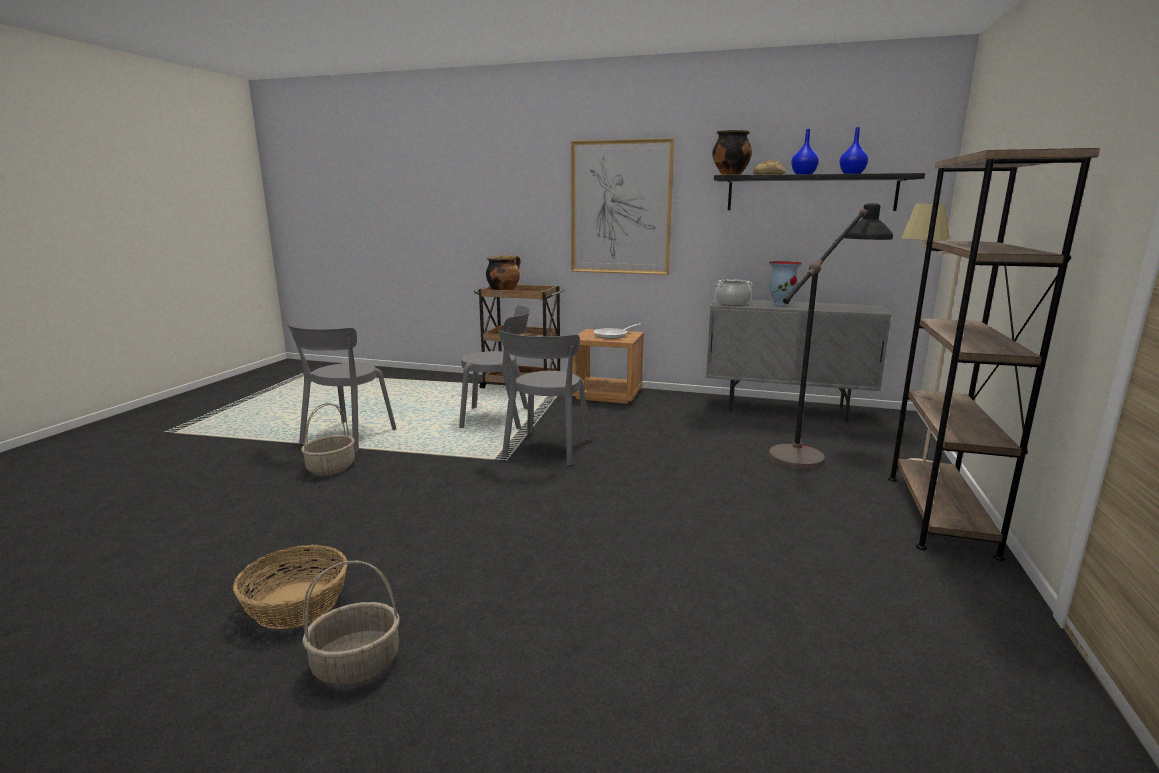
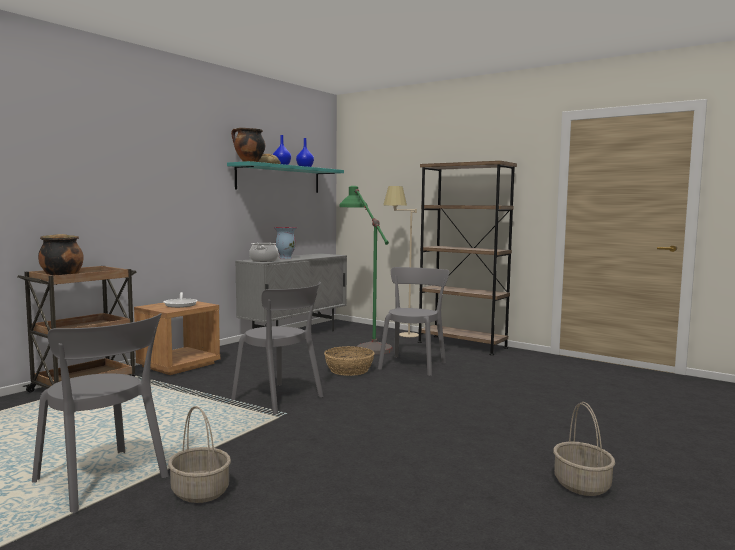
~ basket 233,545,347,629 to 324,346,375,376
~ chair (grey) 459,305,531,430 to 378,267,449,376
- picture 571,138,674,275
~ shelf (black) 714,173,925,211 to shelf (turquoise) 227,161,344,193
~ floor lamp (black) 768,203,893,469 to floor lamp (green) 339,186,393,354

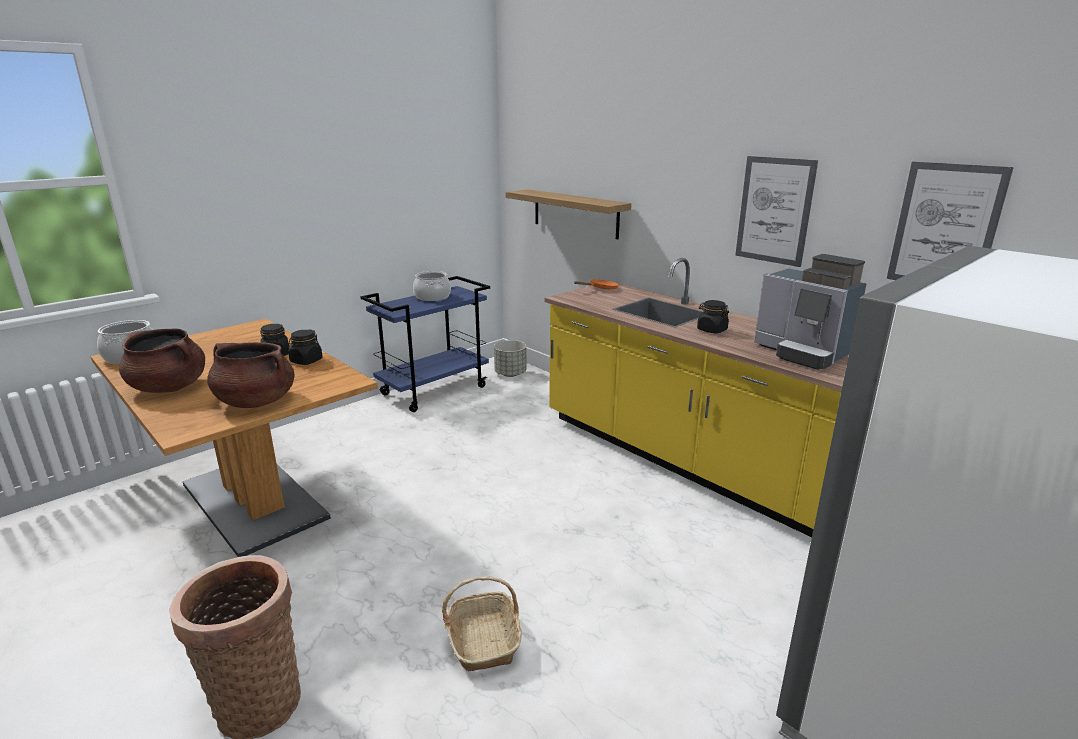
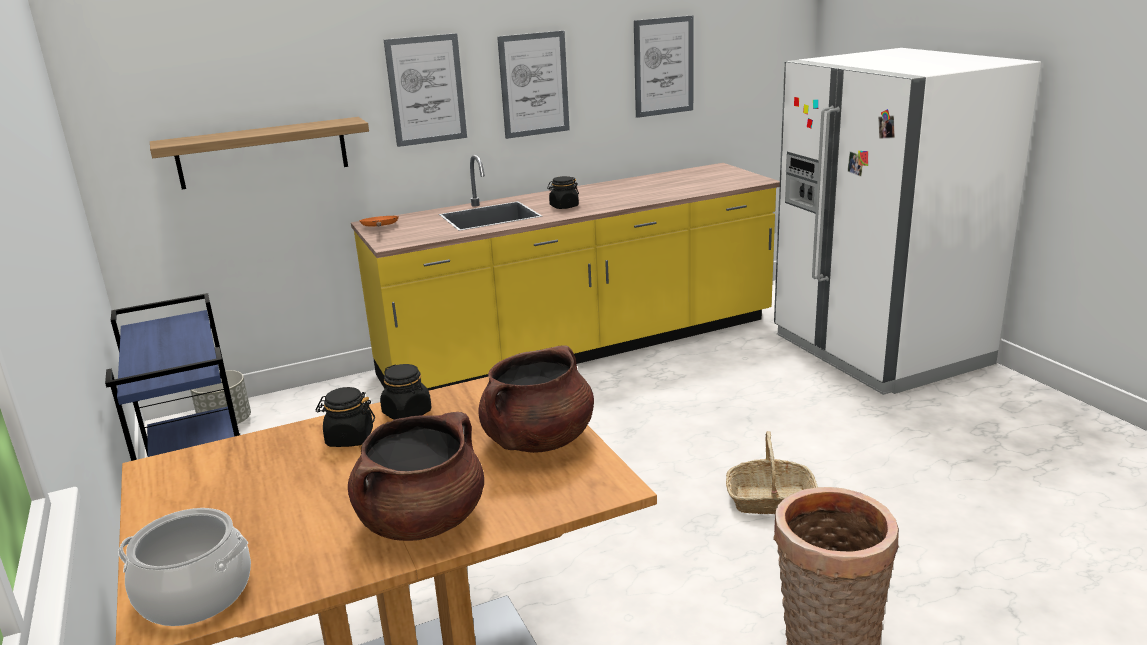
- cooking pot 413,271,451,301
- coffee machine 754,254,867,370
+ picture 384,33,467,147

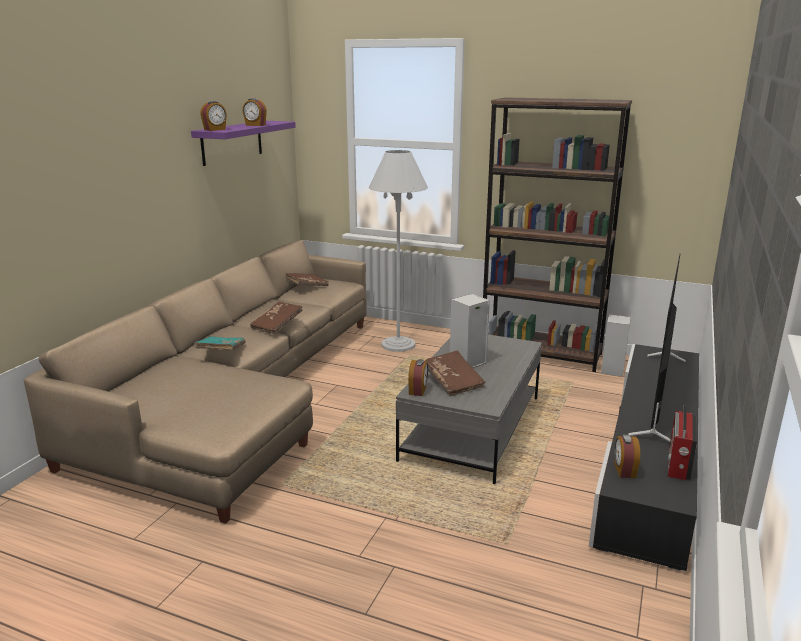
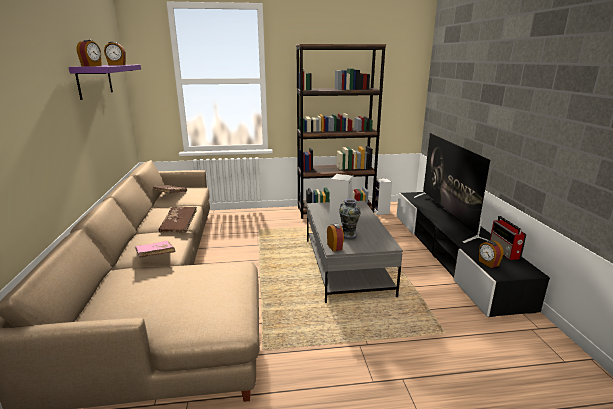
~ book (turquoise) 194,336,246,351 to book (pink) 135,241,175,258
- floor lamp (white) 369,150,428,352
~ book (brown) 425,351,486,396 to vase 339,199,361,239

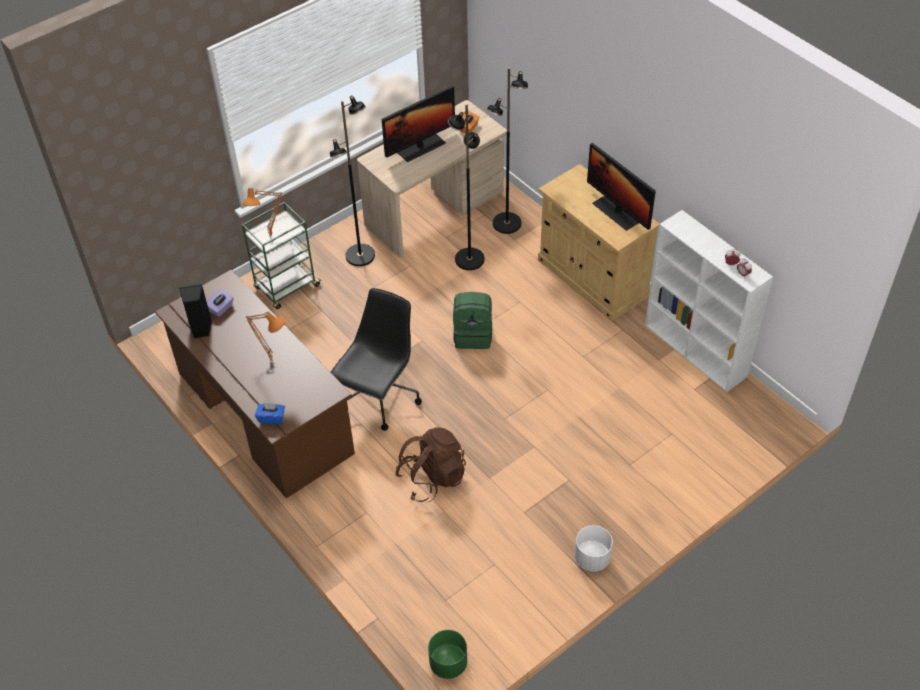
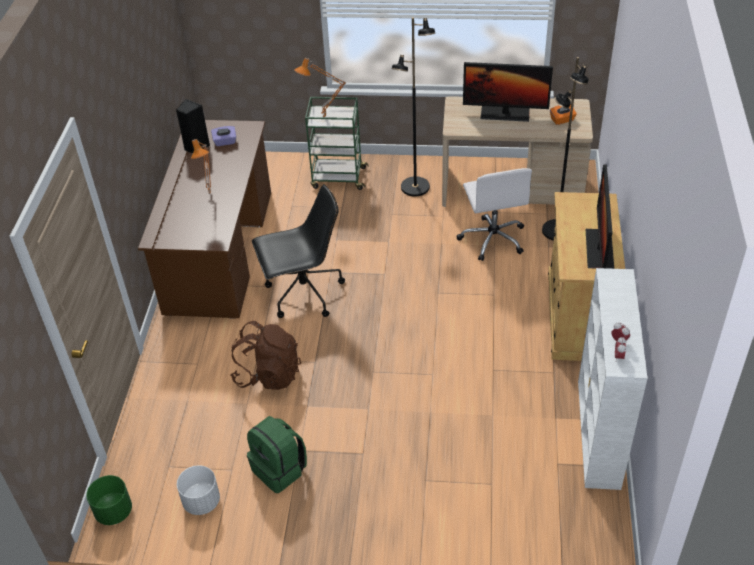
- tissue box (blue) 255,402,285,424
~ floor lamp (black) 448,104,485,270 to office chair (white) 456,168,532,261
~ backpack (green) 453,292,492,349 to 247,416,307,493
~ planter (white) 575,525,613,571 to 177,465,220,515

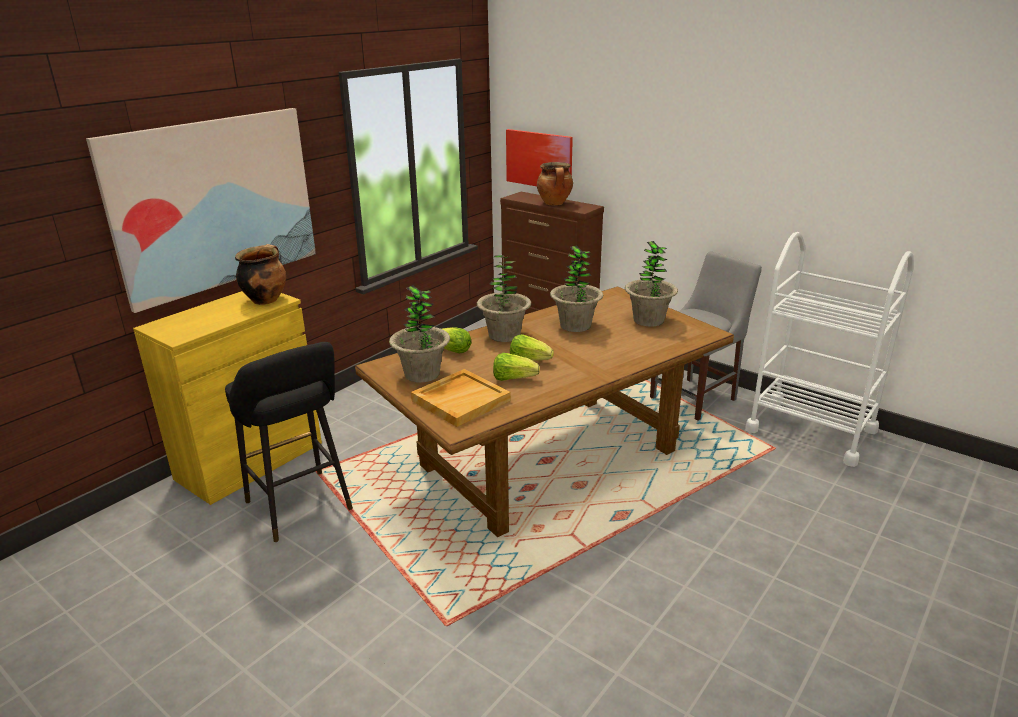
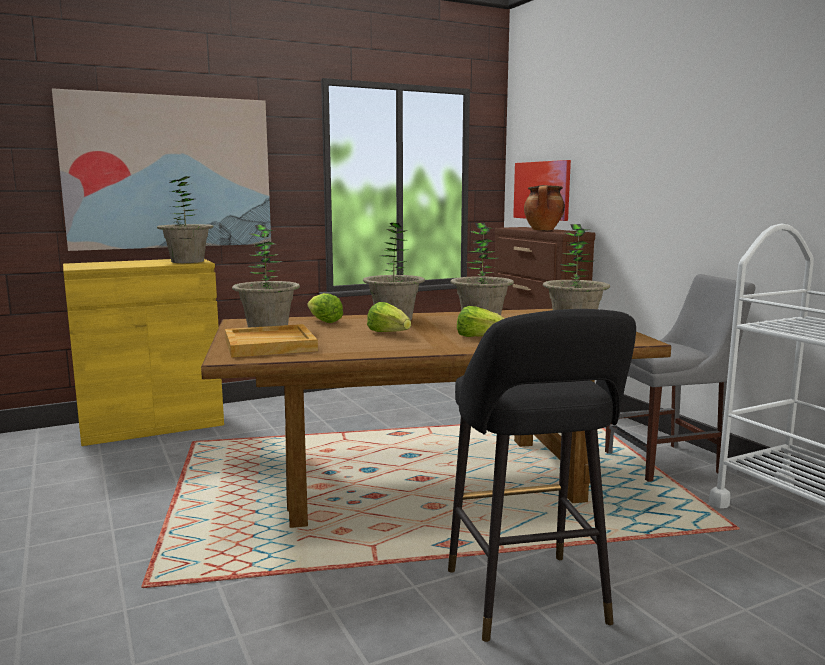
~ stool (black) 225,342,353,542 to 448,309,636,642
~ cooking pot 235,244,286,305 to potted plant 157,176,213,263
~ lettuce 493,353,540,381 to 457,306,505,337

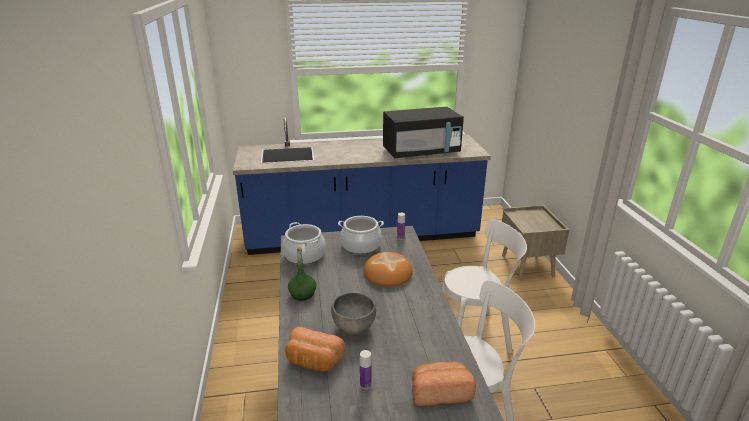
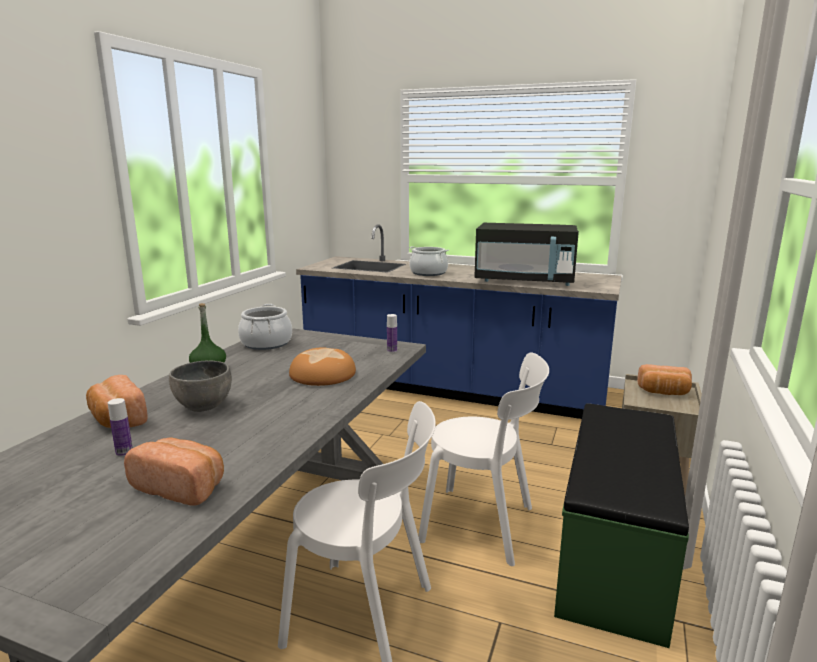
~ cooking pot 338,216,384,254 to 409,246,449,276
+ bench (green) 554,403,689,648
+ bread 637,364,692,395

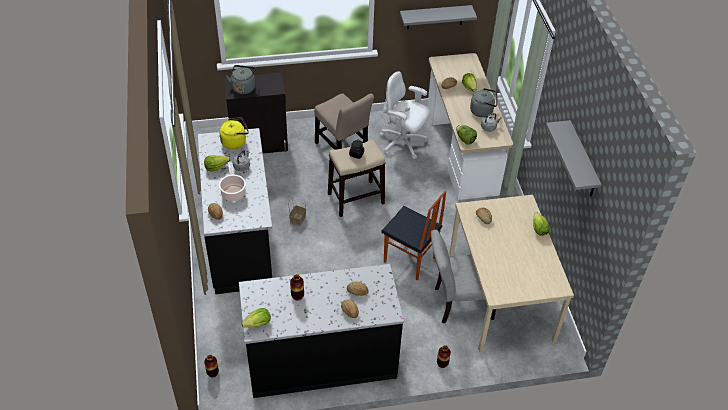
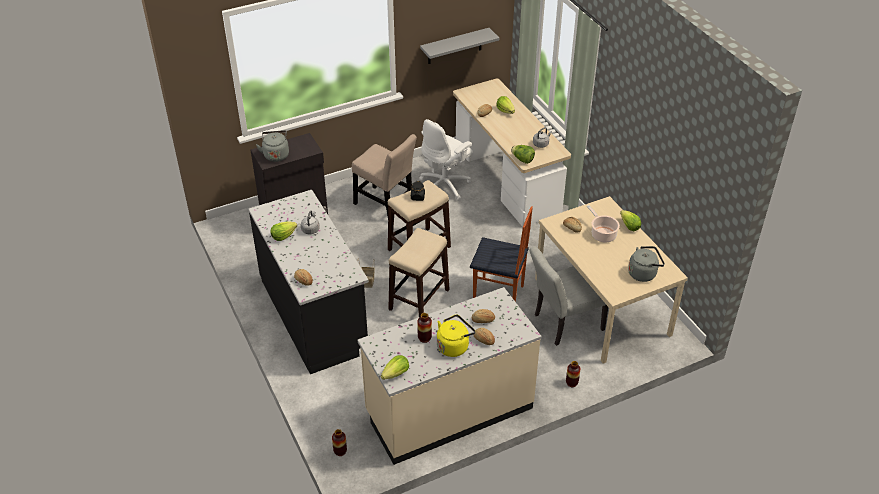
~ kettle (yellow) 219,117,249,149 to 437,314,475,357
~ cooking pot 219,162,246,201 to 587,205,620,243
~ counter (black) 239,264,404,398 to counter (beige) 358,287,542,465
~ office chair (white) 380,72,431,159 = 419,119,473,201 60 degrees counterclockwise
~ kettle (grey) 470,88,497,117 to 628,246,665,282
- shelf (grey) 546,120,602,196
+ stool 388,228,450,317

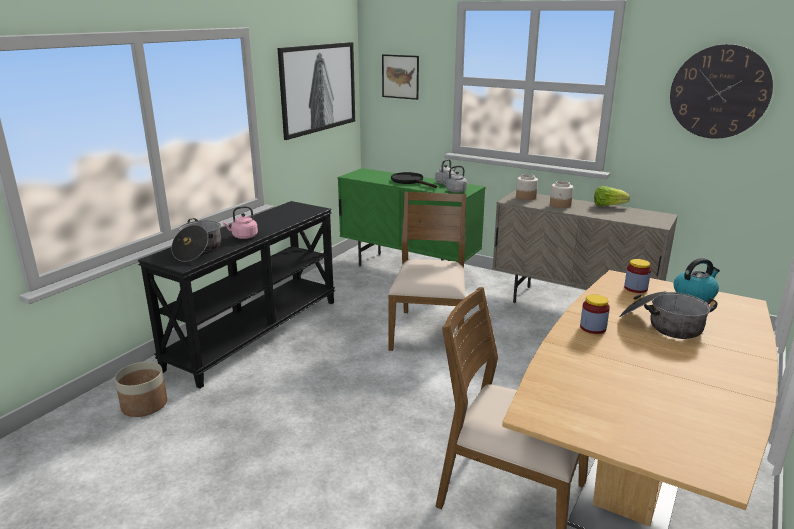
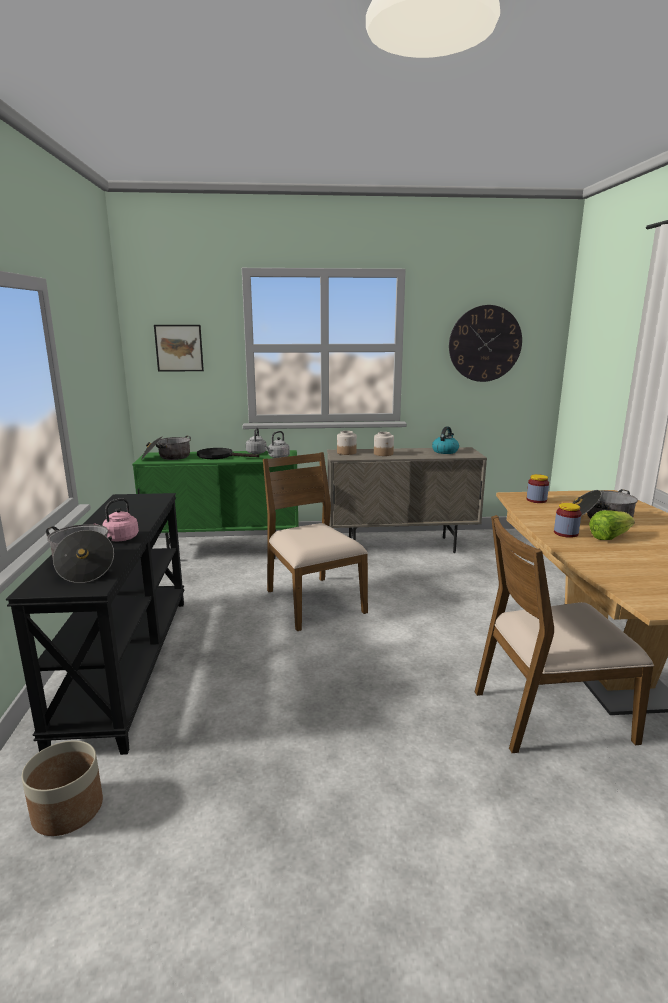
- picture 277,42,355,140
~ lettuce 594,186,630,206 to 589,510,635,540
~ kettle 674,258,720,301 to 432,426,459,454
+ cooking pot 141,436,191,460

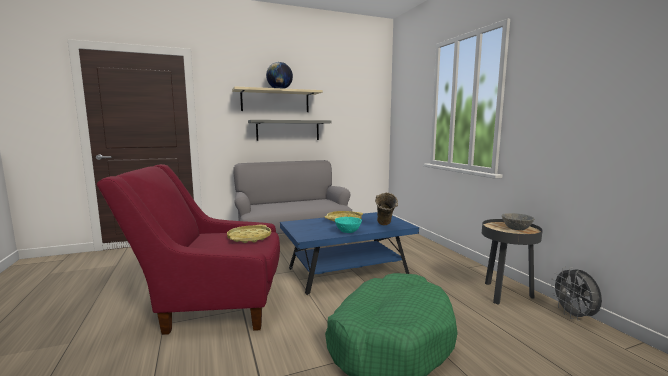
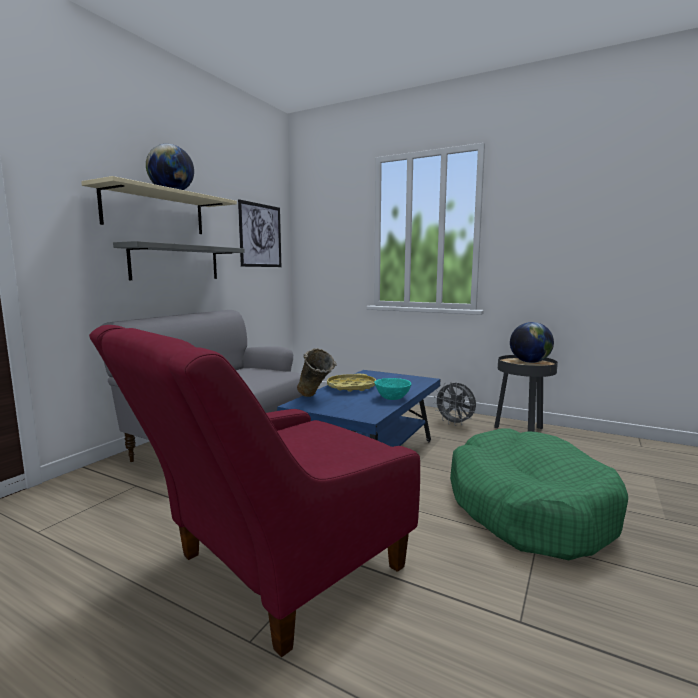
- tray (yellow) 227,225,271,243
~ vase (beige) 375,193,398,225 to 297,348,337,397
~ bowl (grey) 502,213,534,230 to globe 510,322,554,363
~ fan (grey) 551,267,602,321 to 434,382,476,426
+ picture 238,199,281,267

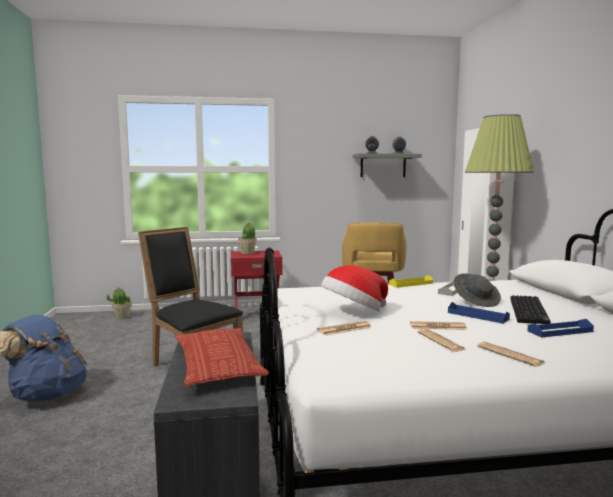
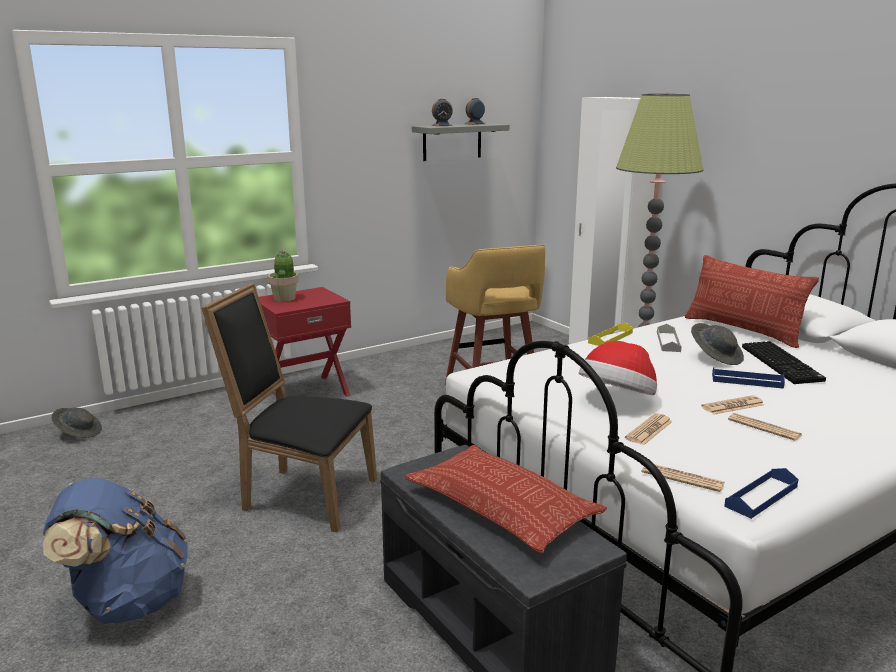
~ potted plant 106,287,132,319 to hat (grey) 51,408,102,438
~ newspaper 477,342,545,367 to 642,464,725,492
~ tray (blue) 527,319,594,338 to 724,468,798,519
+ pillow 685,255,819,348

